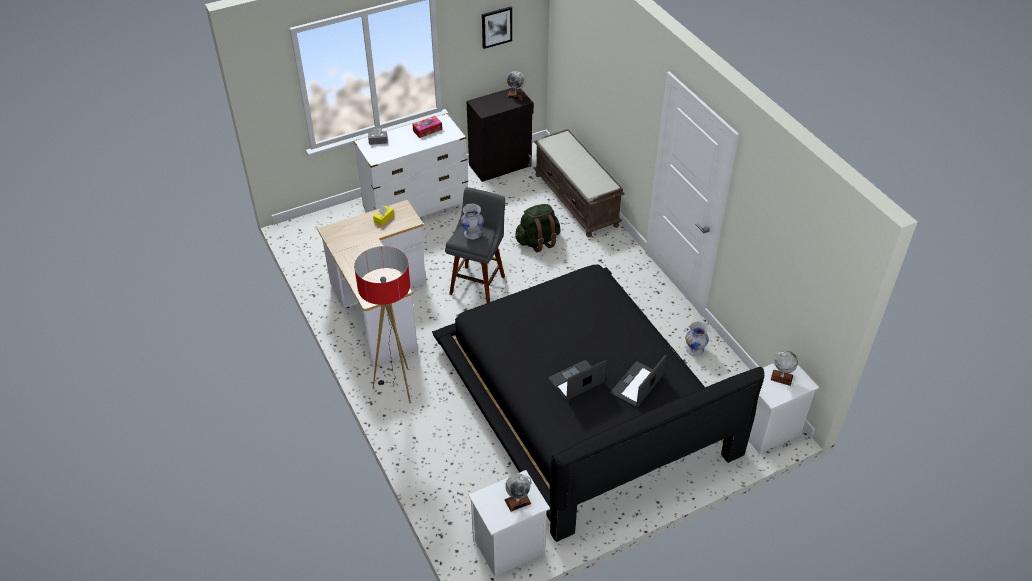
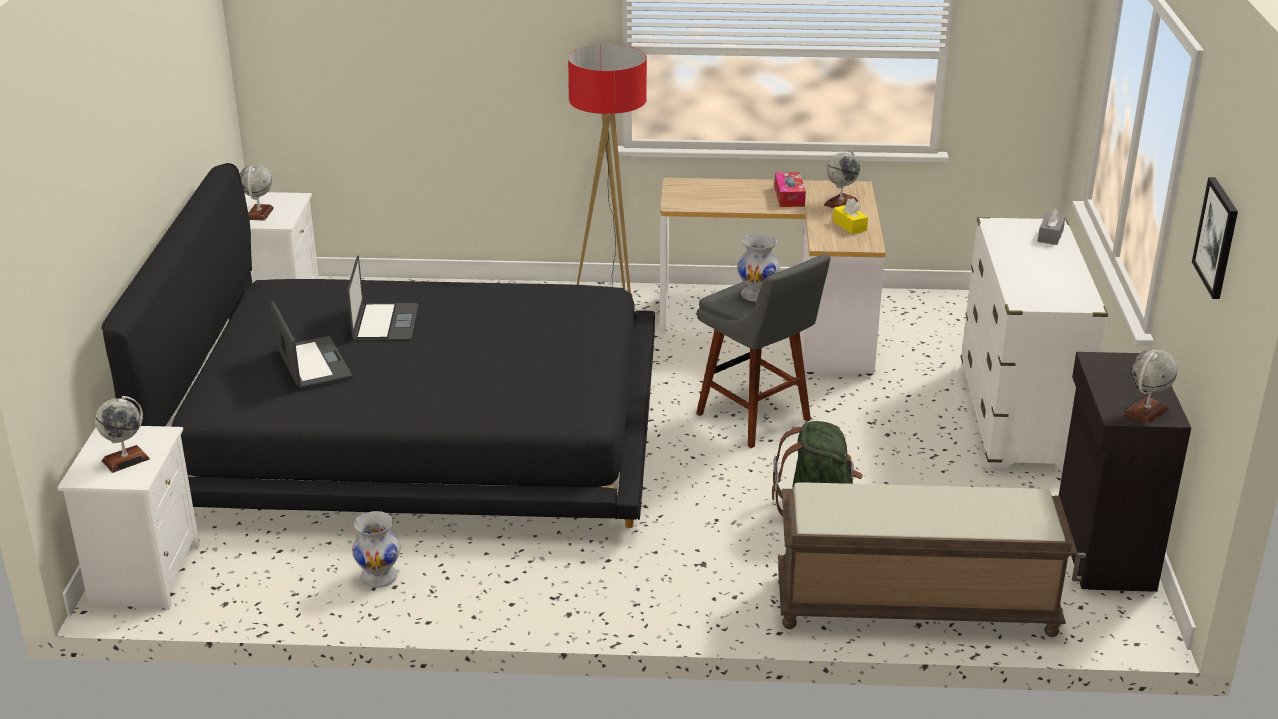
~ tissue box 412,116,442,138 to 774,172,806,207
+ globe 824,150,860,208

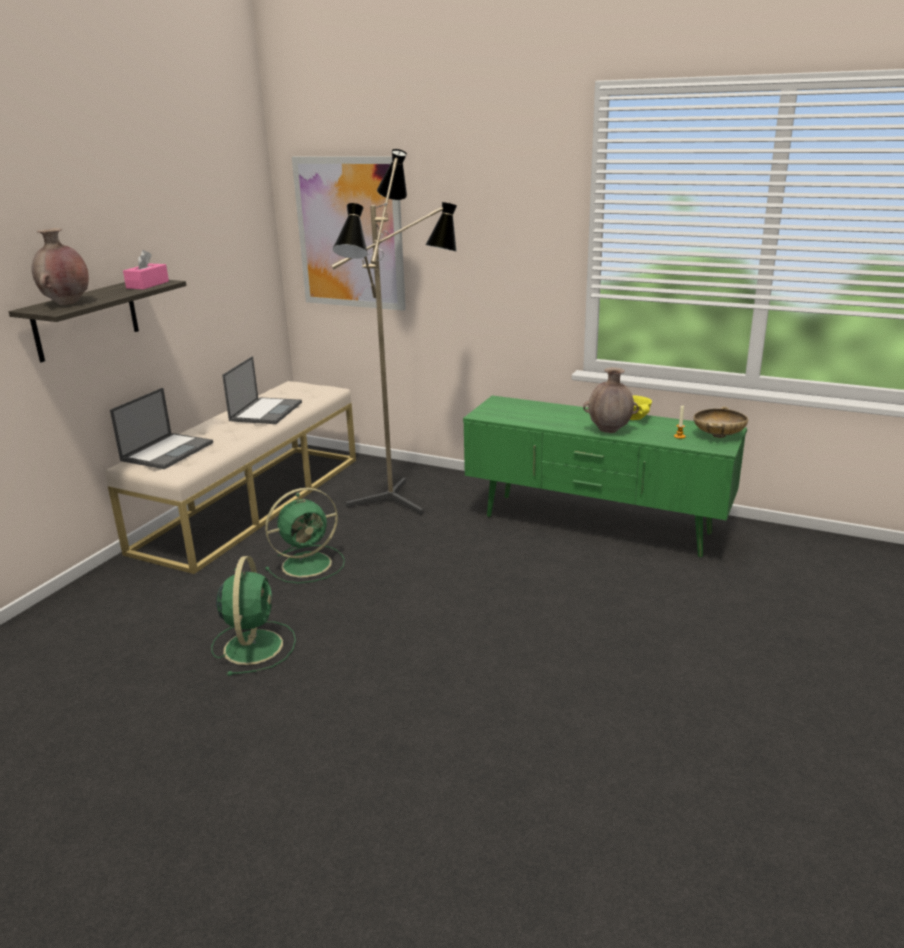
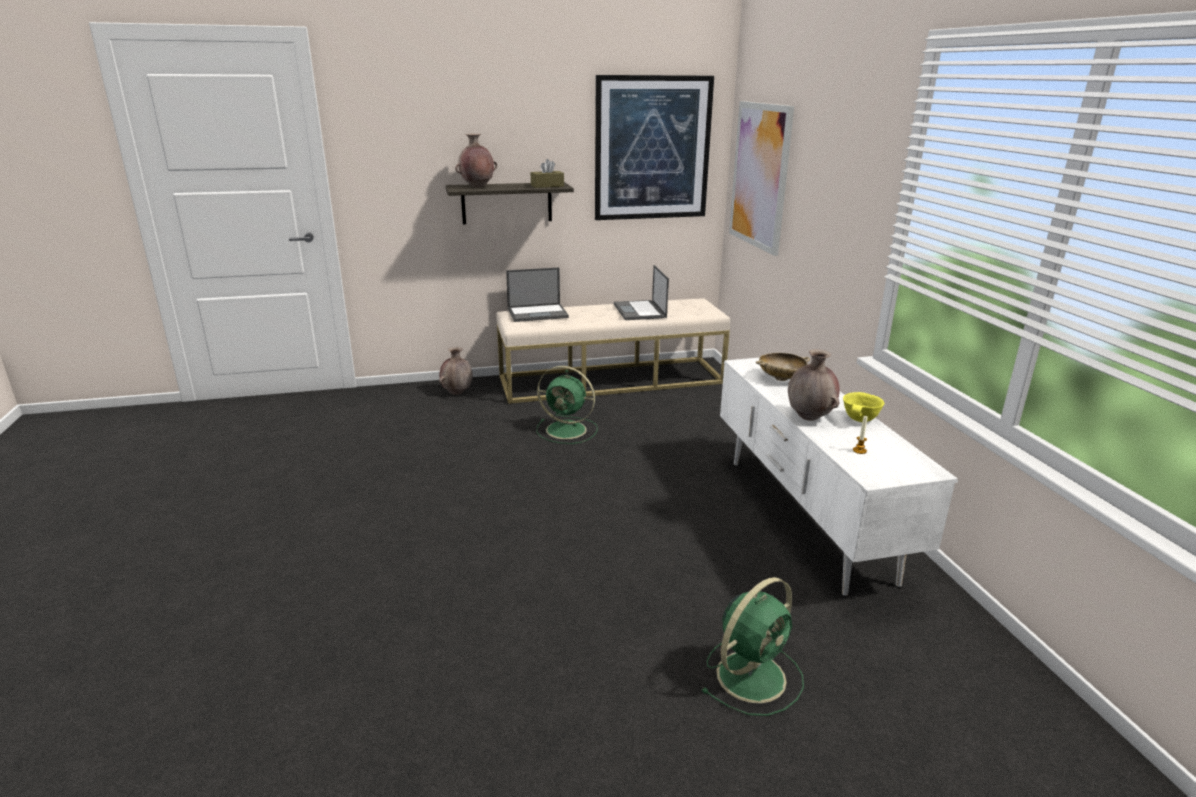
~ tissue box (pink) 123,250,169,289 to tissue box (brown) 531,159,564,188
~ fan (green) 211,556,296,676 to 701,577,804,716
~ laptop 222,356,302,424 = 614,265,669,320 105 degrees clockwise
- floor lamp 331,149,457,515
~ tv stand (green) 463,395,747,557 to tv stand (white) 720,357,958,596
~ bowl (beige) 694,406,748,438 to 756,353,810,381
+ vase (brown) 439,347,473,395
+ picture 595,75,714,220

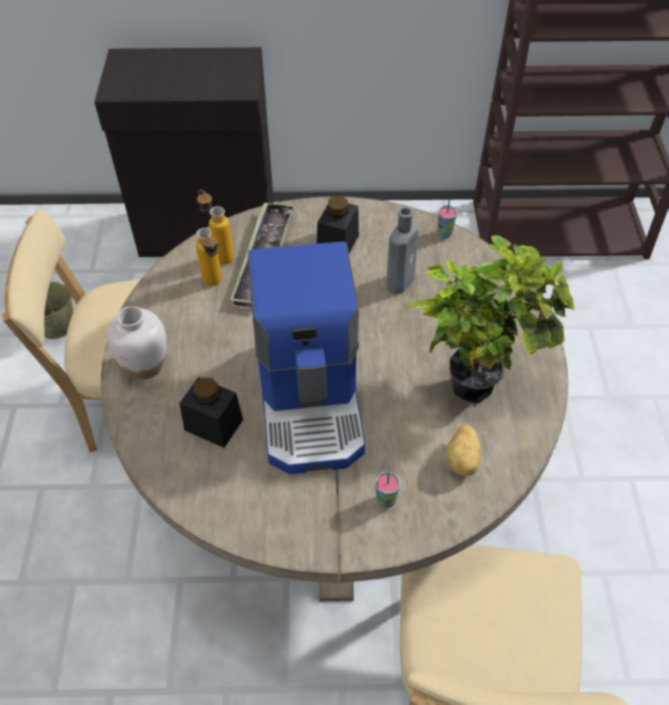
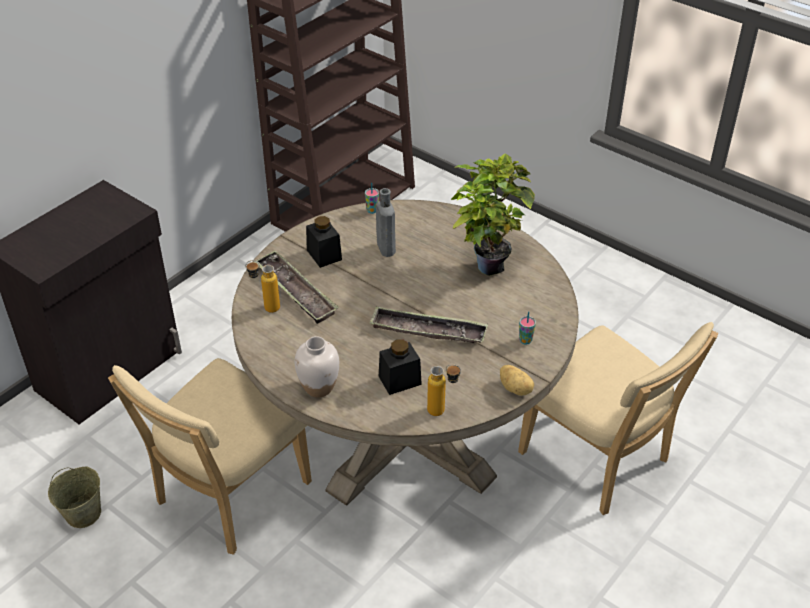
~ bottle 196,228,222,286 to 427,364,461,416
~ coffee machine 248,241,365,474 to tray 369,306,488,343
~ potato 446,424,481,476 to 500,365,534,396

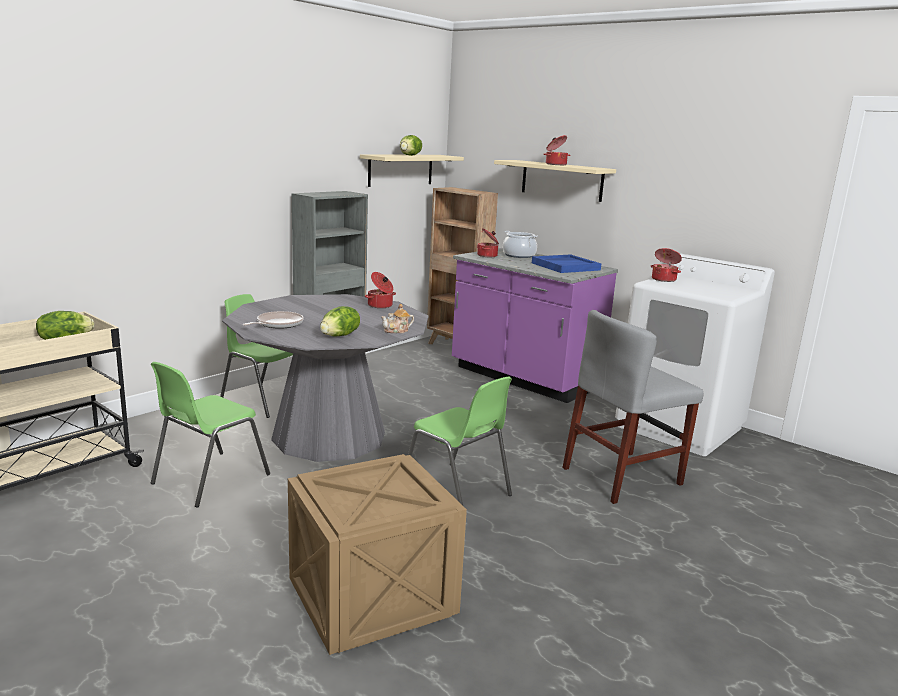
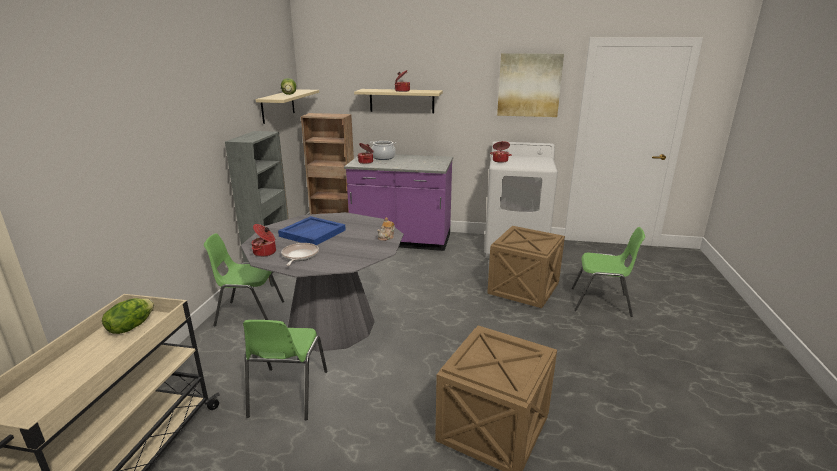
- lettuce 320,306,360,337
~ cooking pot 365,272,396,308 to 252,224,276,257
~ chair (green) 408,377,512,505 to 572,227,645,317
~ tray (blue) 532,254,602,273 to 278,216,346,245
~ chair (grey) 562,310,703,504 to crate 487,226,565,308
+ picture 497,53,564,117

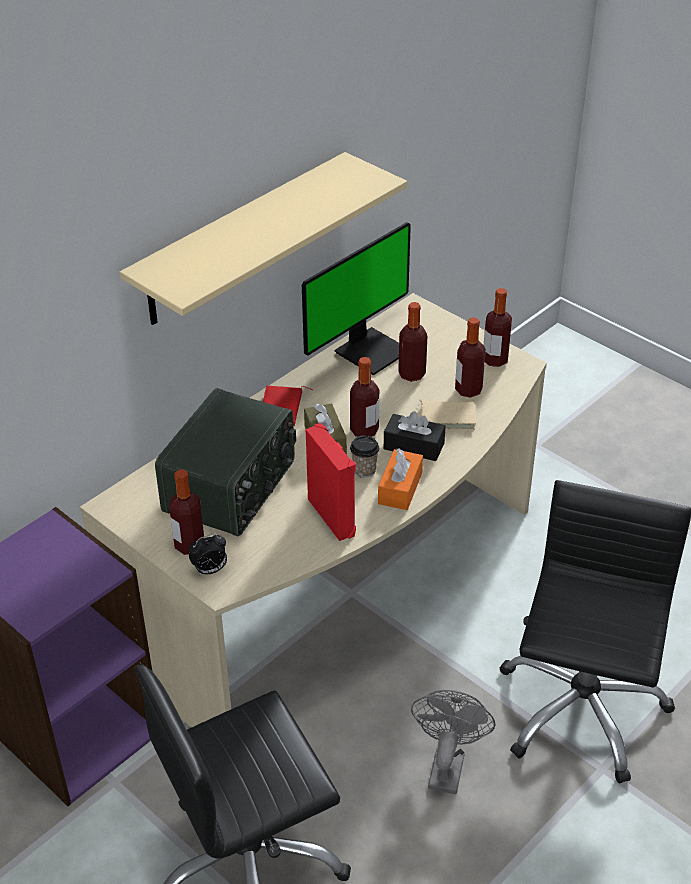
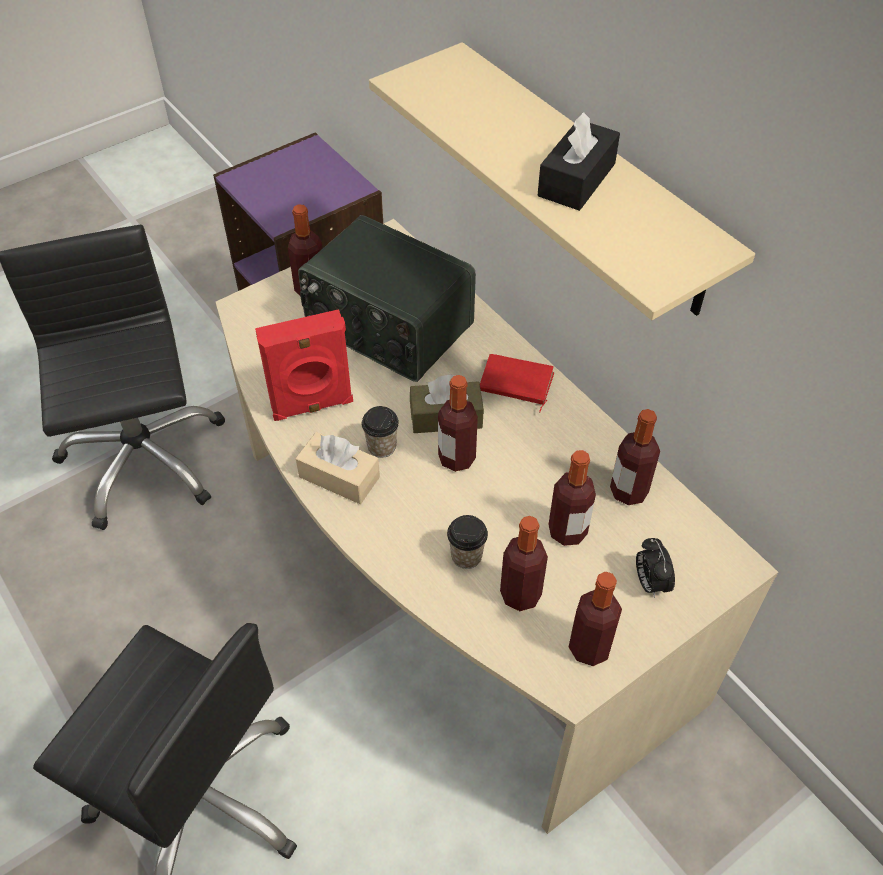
~ alarm clock 189,534,227,575 to 636,538,675,598
~ monitor 302,222,411,376 to bottle 610,409,660,505
~ tissue box (orange) 378,448,423,510 to tissue box (beige) 296,432,380,504
~ tissue box (black) 384,411,445,461 to 538,113,620,211
- fan (grey) 411,690,495,794
~ book (beige) 419,394,476,430 to cup 447,515,488,569

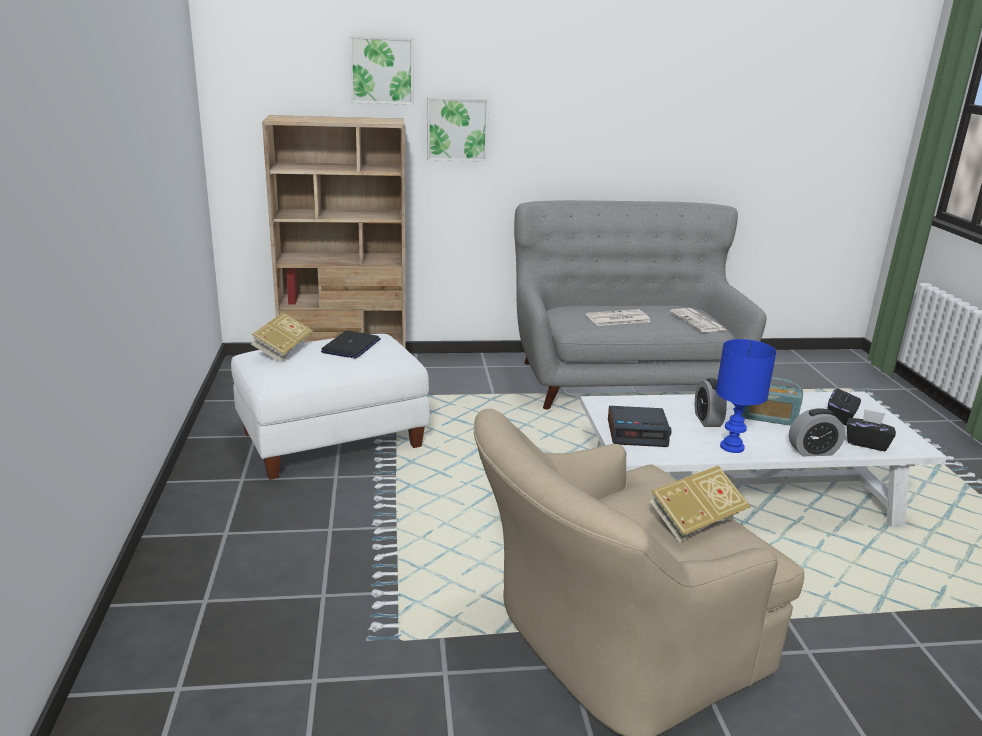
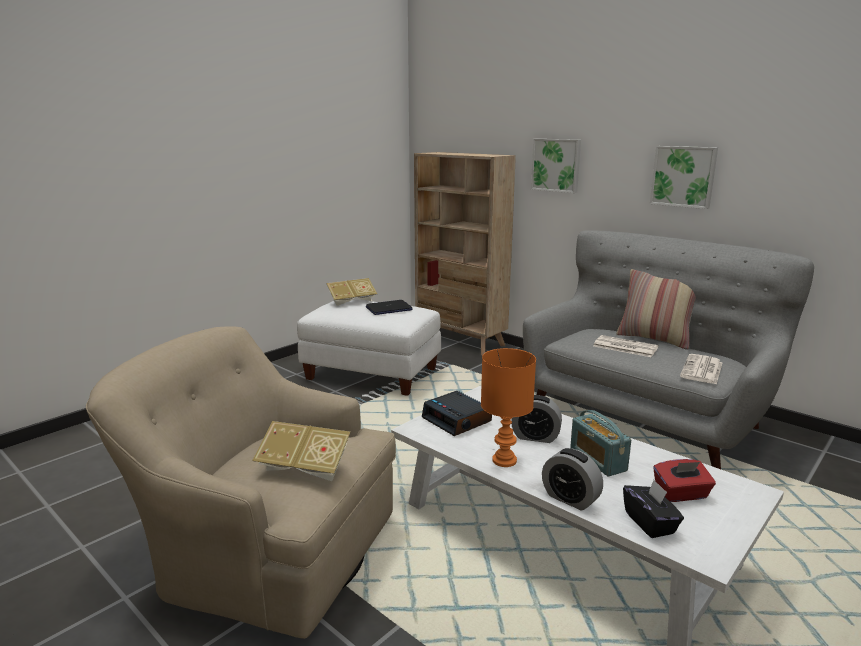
~ picture 349,36,414,105 to 650,146,718,209
~ alarm clock 695,378,727,427 = 511,395,562,443 120 degrees counterclockwise
~ table lamp (blue) 716,339,777,453 to table lamp (orange) 481,348,536,467
~ tissue box (black) 828,388,861,425 to tissue box (red) 653,459,716,502
+ pillow 616,269,696,349

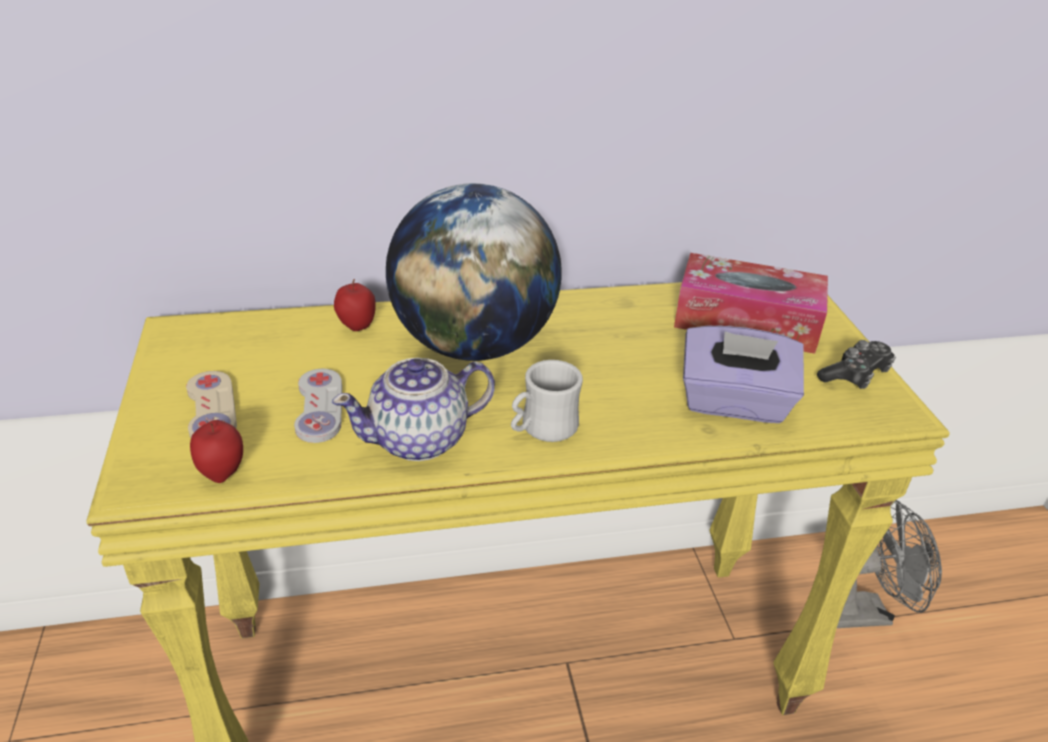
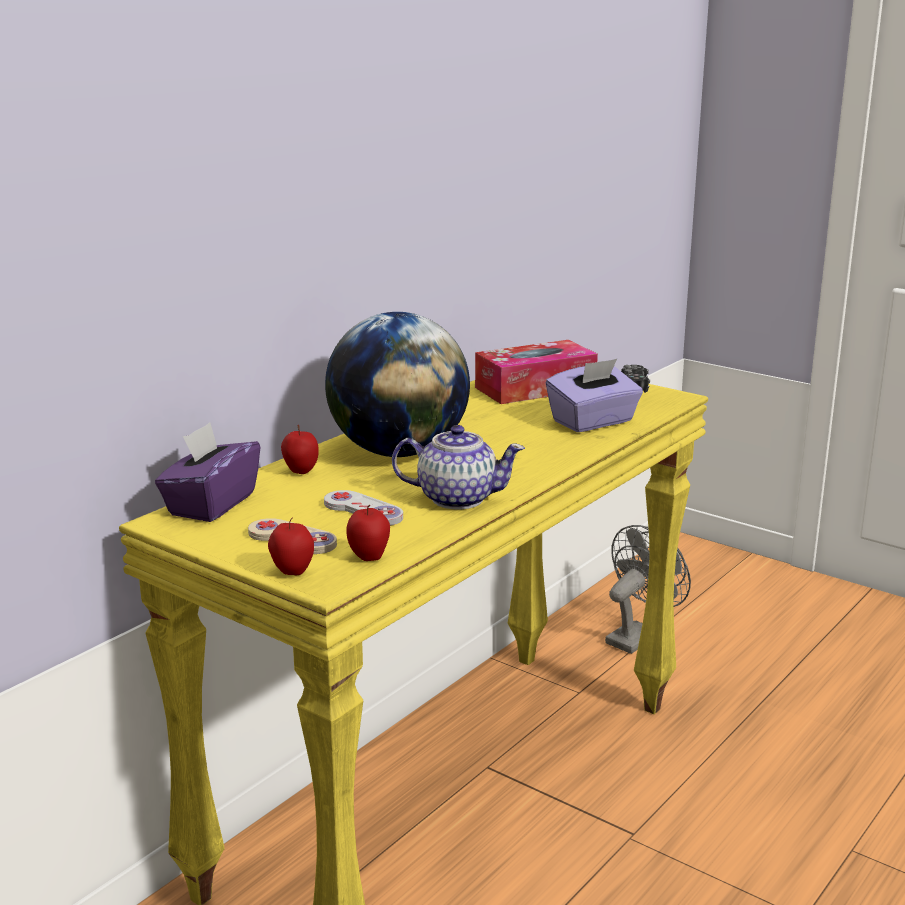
~ teapot 332,358,495,461 = 392,425,525,509 105 degrees counterclockwise
- mug (white) 511,360,583,442
+ tissue box (purple) 155,423,260,522
+ apple 268,517,314,575

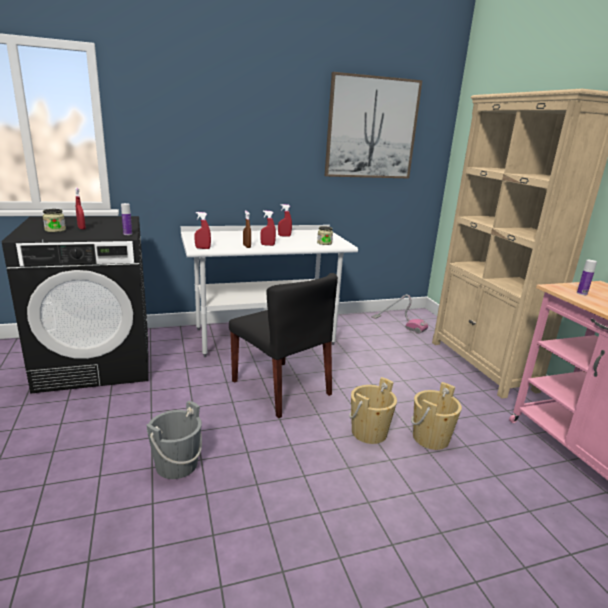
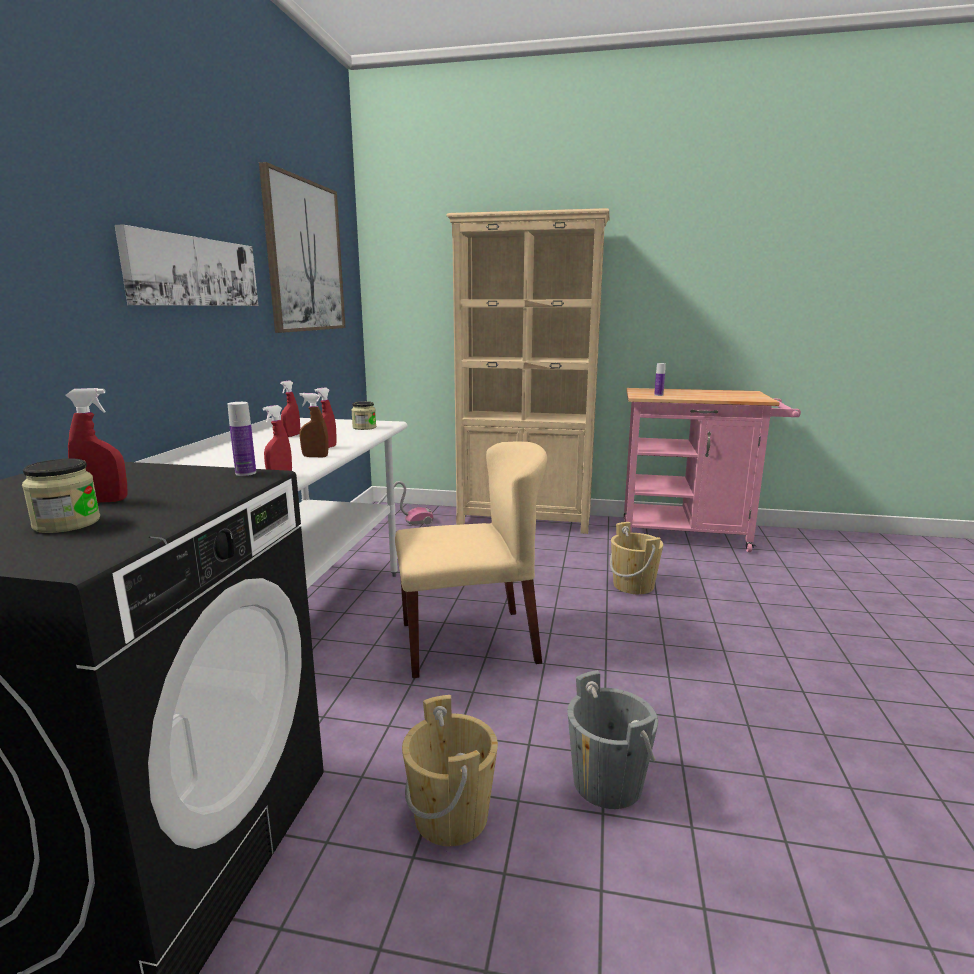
~ chair (black) 229,273,338,418 to chair (beige) 395,442,547,678
~ bucket (beige) 349,377,397,444 to 402,695,498,846
+ picture 115,225,258,306

